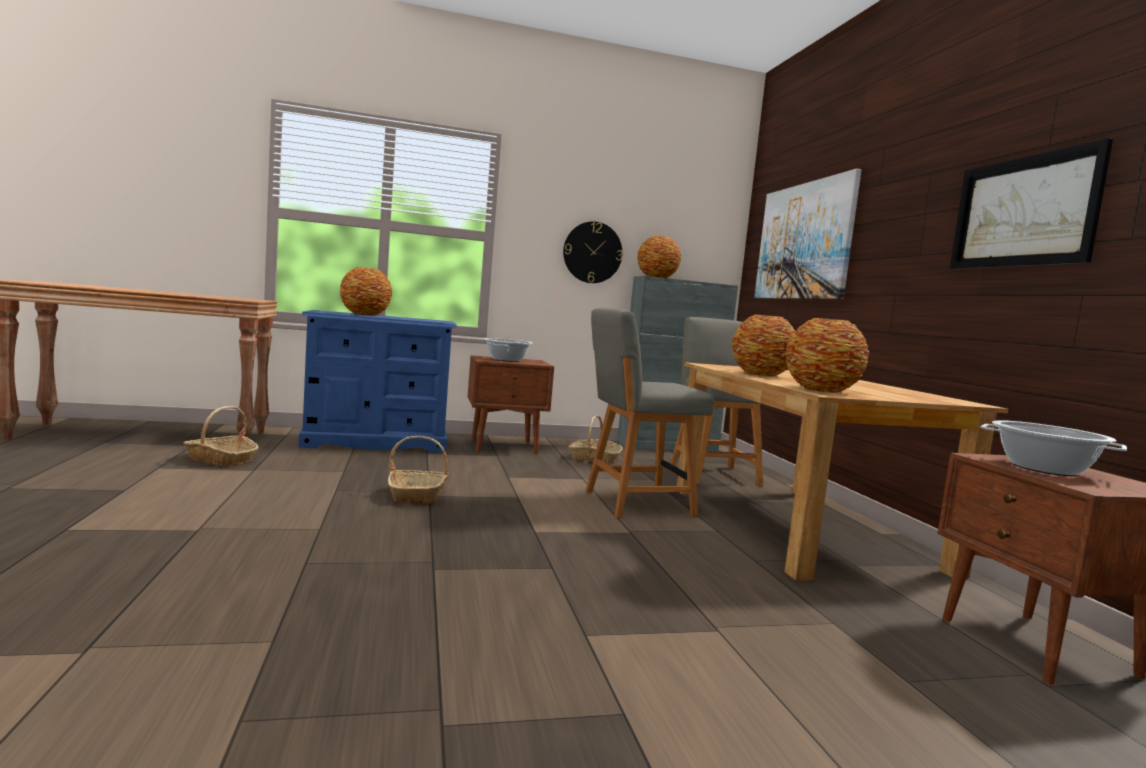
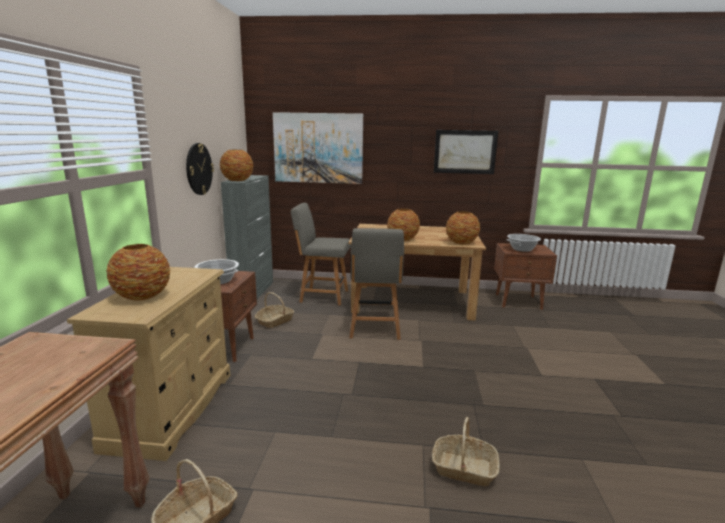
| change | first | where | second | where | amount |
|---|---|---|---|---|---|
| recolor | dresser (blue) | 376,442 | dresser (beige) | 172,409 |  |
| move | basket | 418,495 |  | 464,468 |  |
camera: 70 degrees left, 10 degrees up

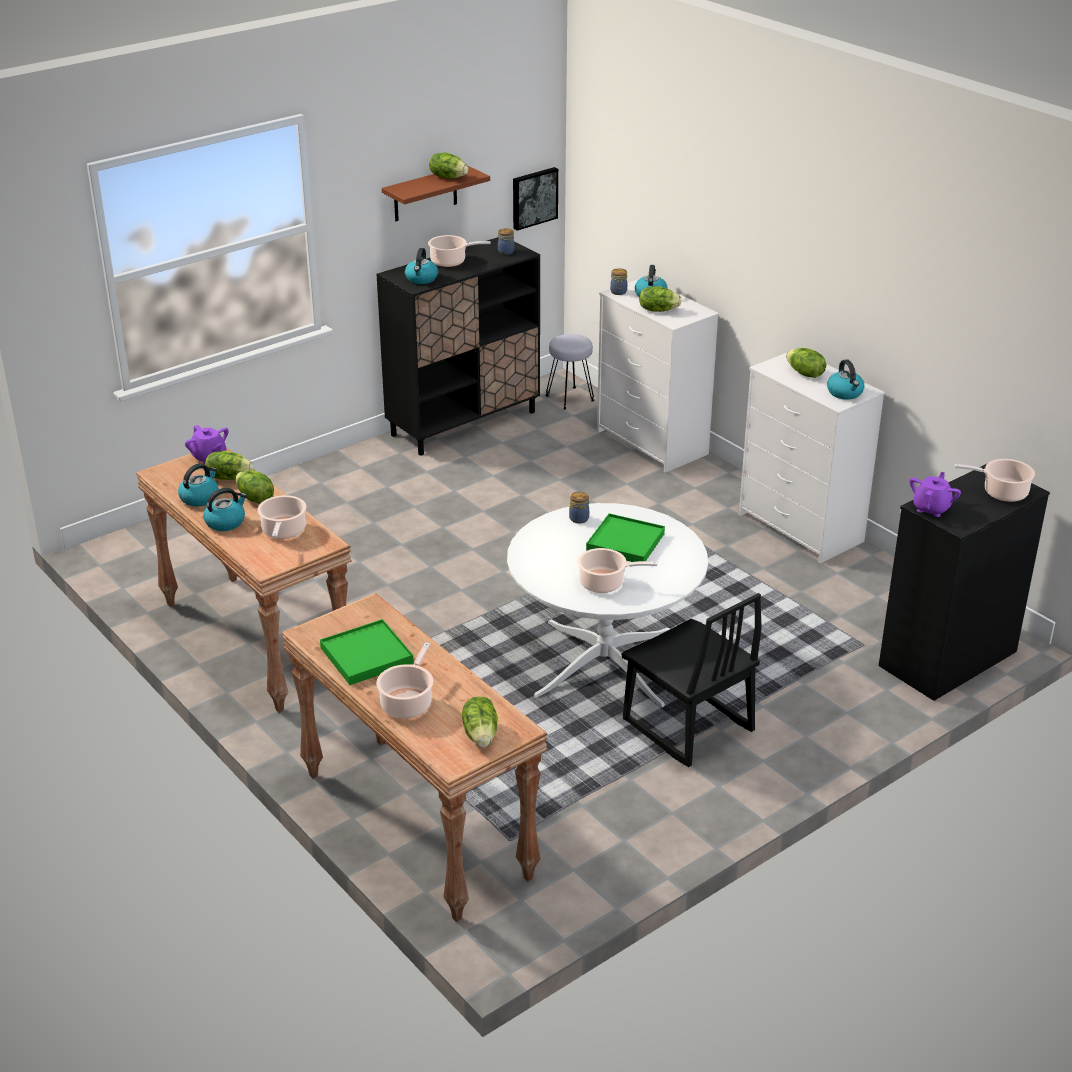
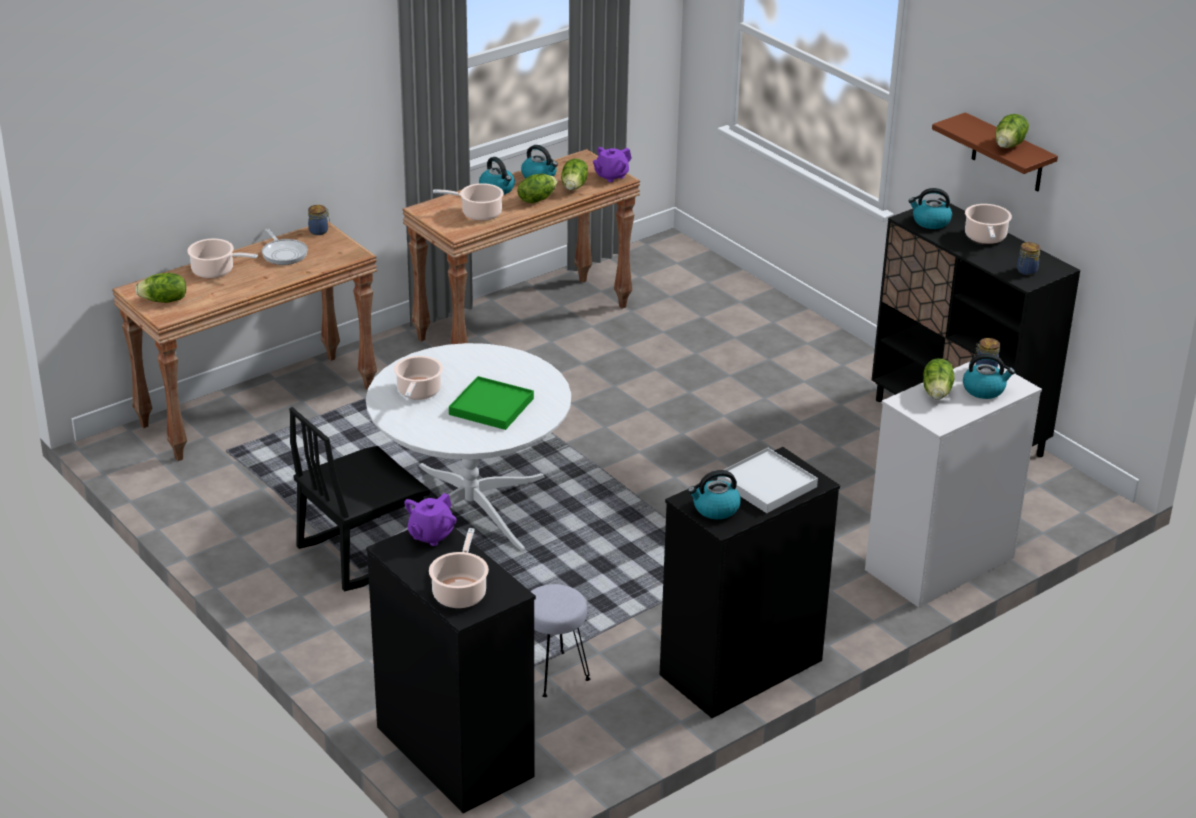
| change | first | where | second | where | amount |
|---|---|---|---|---|---|
| delete | picture | 533,197 |  |  |  |
| move | stool (grey) | 570,398 |  | 554,675 |  |
| replace | lettuce | 804,374 | tray (white) | 766,484 |  |
| recolor | dresser (white) | 801,528 | dresser (black) | 740,668 |  |
| rotate | teapot (purple) | 931,508 |  | 430,535 | 90 degrees clockwise |
| move | jar | 578,518 |  | 319,231 |  |
| replace | tray (green) | 366,655 | frying pan | 284,253 |  |
camera: 90 degrees right, 0 degrees up

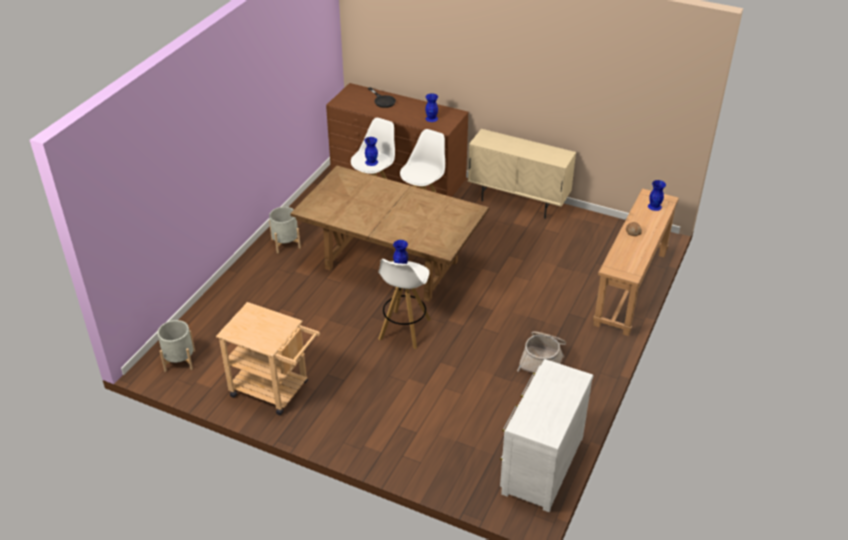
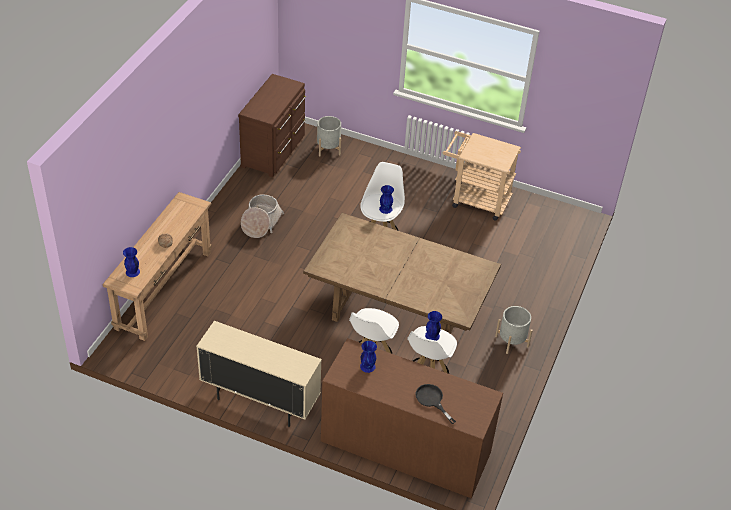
| change | first | where | second | where | amount |
|---|---|---|---|---|---|
| move | planter (grey) | 179,360 |  | 328,149 |  |
| recolor | dresser (white) | 540,465 | dresser (brown) | 275,151 |  |
camera: 175 degrees right, 5 degrees up

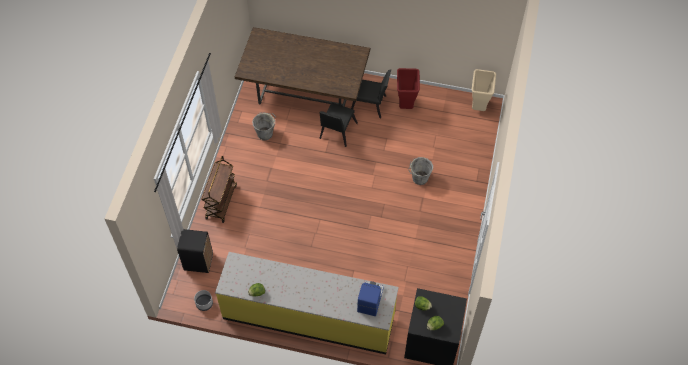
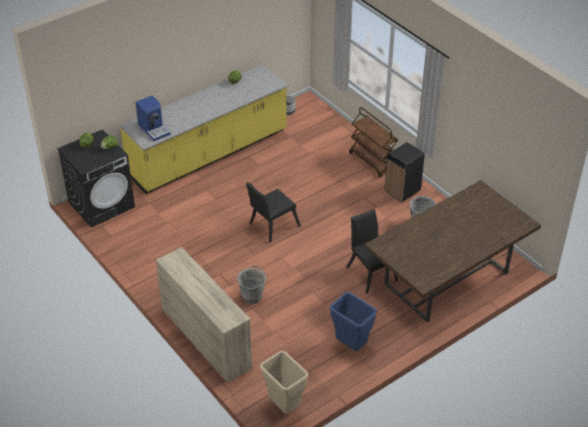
| change | first | where | second | where | amount |
|---|---|---|---|---|---|
| recolor | trash can (red) | 405,104 | trash can (blue) | 351,345 |  |
| move | chair (black) | 370,105 |  | 271,226 |  |
| move | trash can (black) | 198,261 |  | 403,191 |  |
| insert |  |  | dresser (beige) | 206,338 |  |
camera: 130 degrees right, 15 degrees down

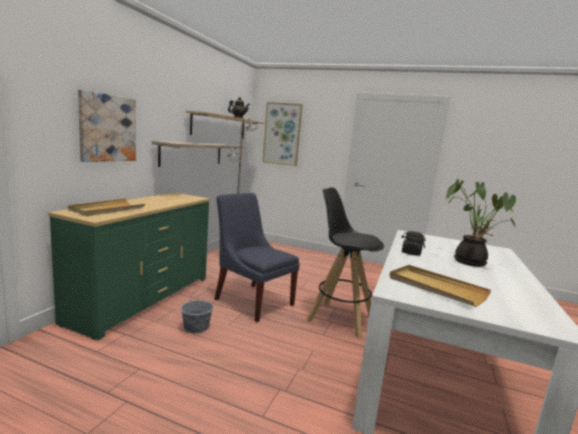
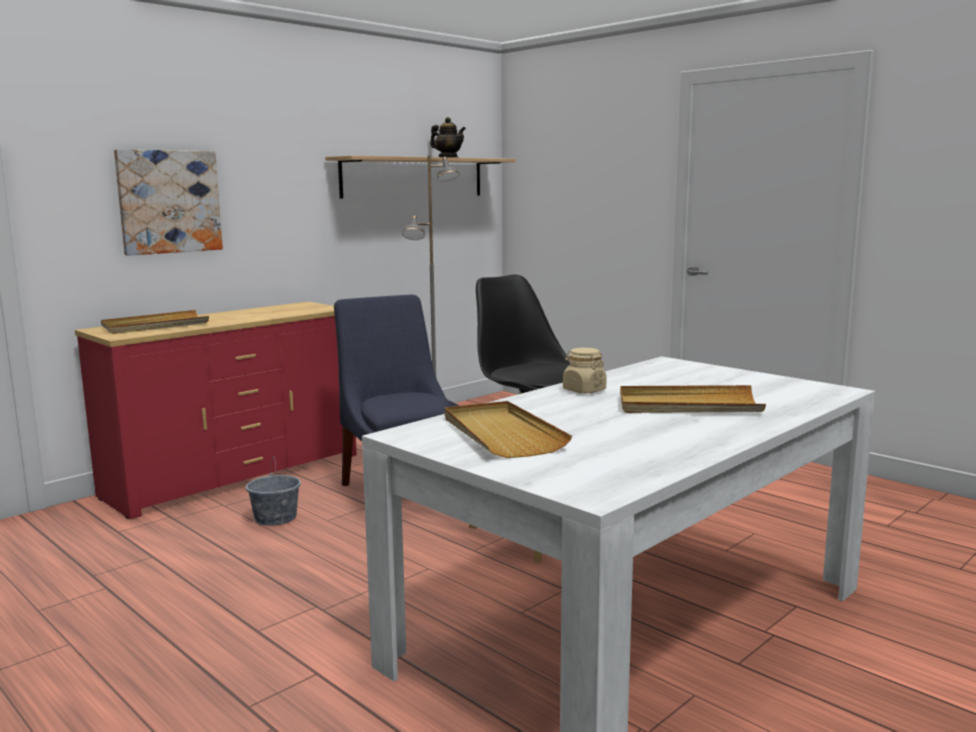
| change | first | where | second | where | amount |
|---|---|---|---|---|---|
| delete | picture | 282,134 |  |  |  |
| delete | shelf | 192,153 |  |  |  |
| replace | potted plant | 470,261 | tray (beige) | 688,405 |  |
| recolor | dresser (green) | 142,298 | dresser (red) | 234,475 |  |
| recolor | jar (black) | 411,253 | jar (beige) | 584,390 |  |
camera: 25 degrees right, 0 degrees up

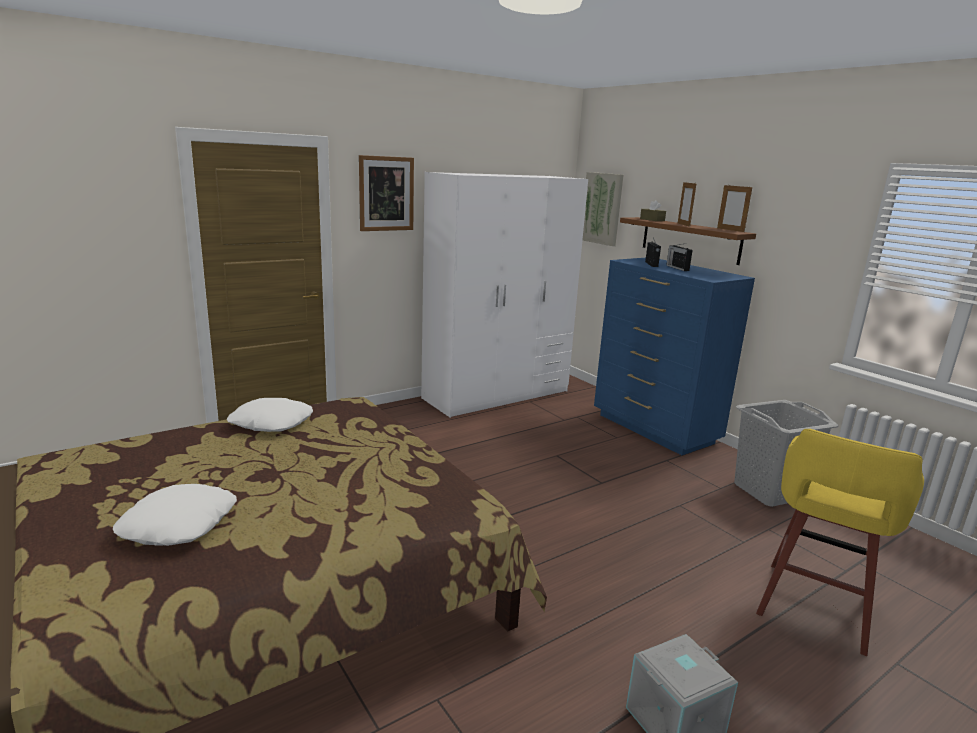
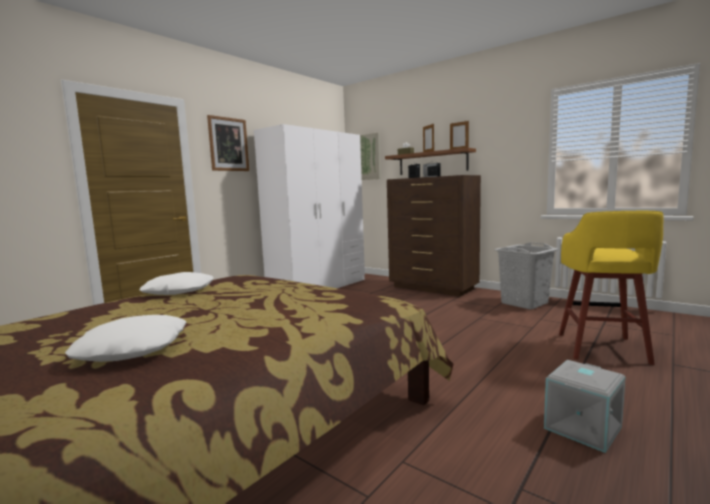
| change | first | where | second | where | amount |
|---|---|---|---|---|---|
| recolor | dresser (blue) | 655,429 | dresser (brown) | 433,288 |  |
camera: 15 degrees left, 10 degrees down

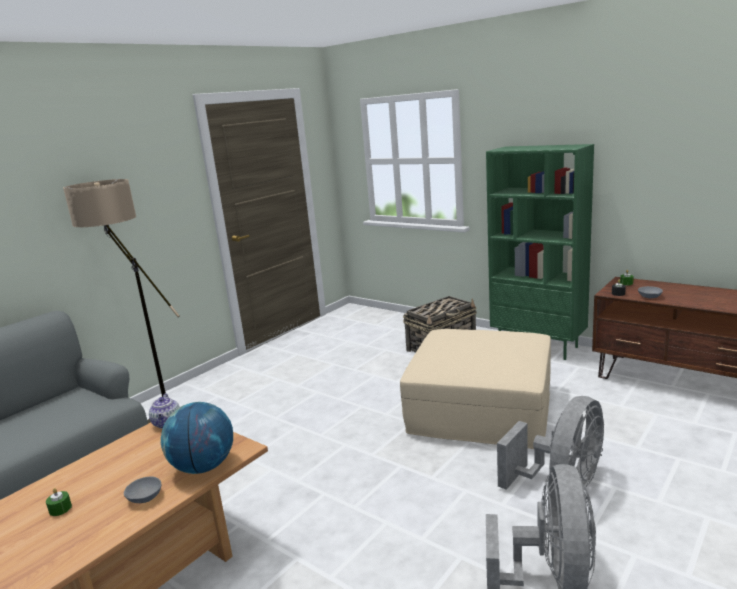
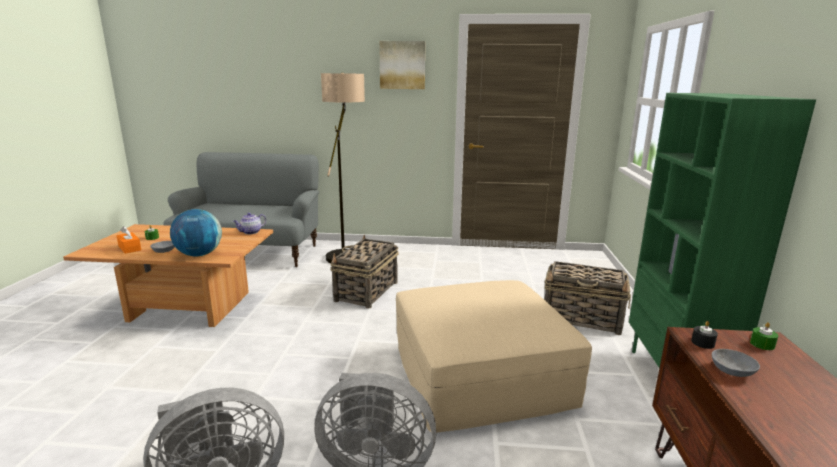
| change | first | where | second | where | amount |
|---|---|---|---|---|---|
| insert |  |  | picture | 402,65 |  |
| insert |  |  | tissue box (orange) | 129,248 |  |
| insert |  |  | basket | 366,292 |  |
camera: 55 degrees right, 0 degrees up

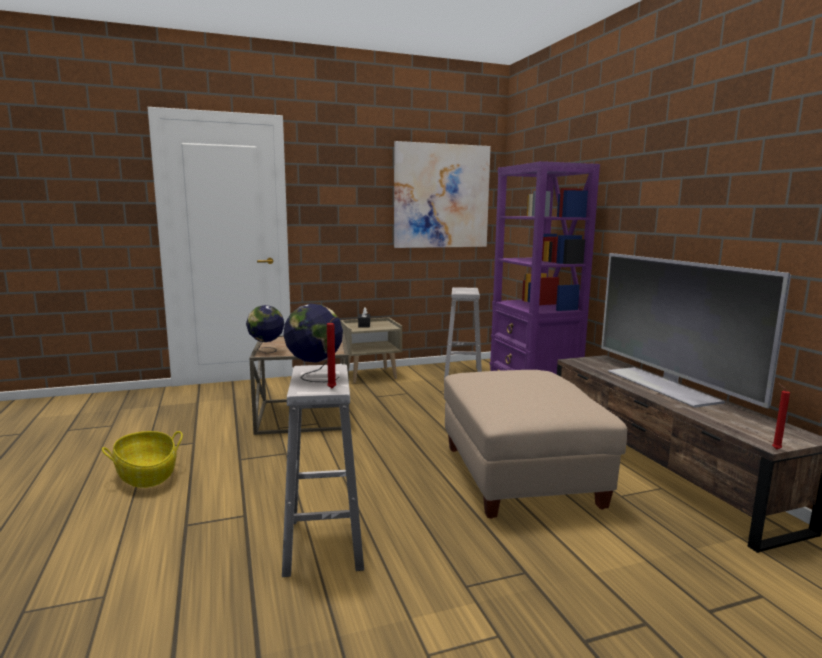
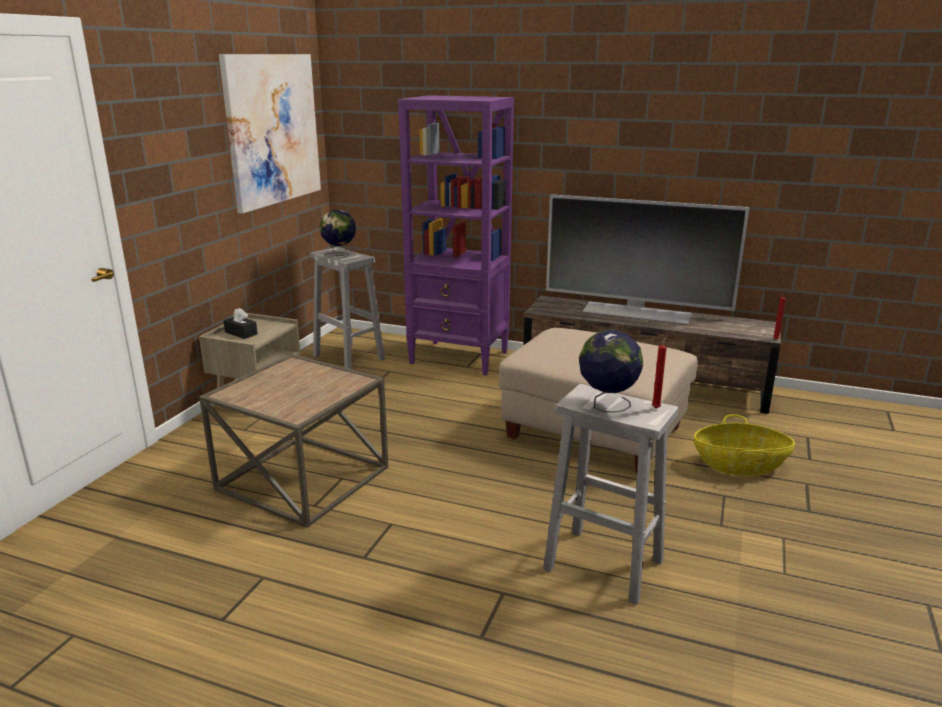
| change | first | where | second | where | amount |
|---|---|---|---|---|---|
| move | globe | 266,351 |  | 339,255 |  |
| move | basket | 147,475 |  | 739,465 |  |
camera: 50 degrees left, 10 degrees up

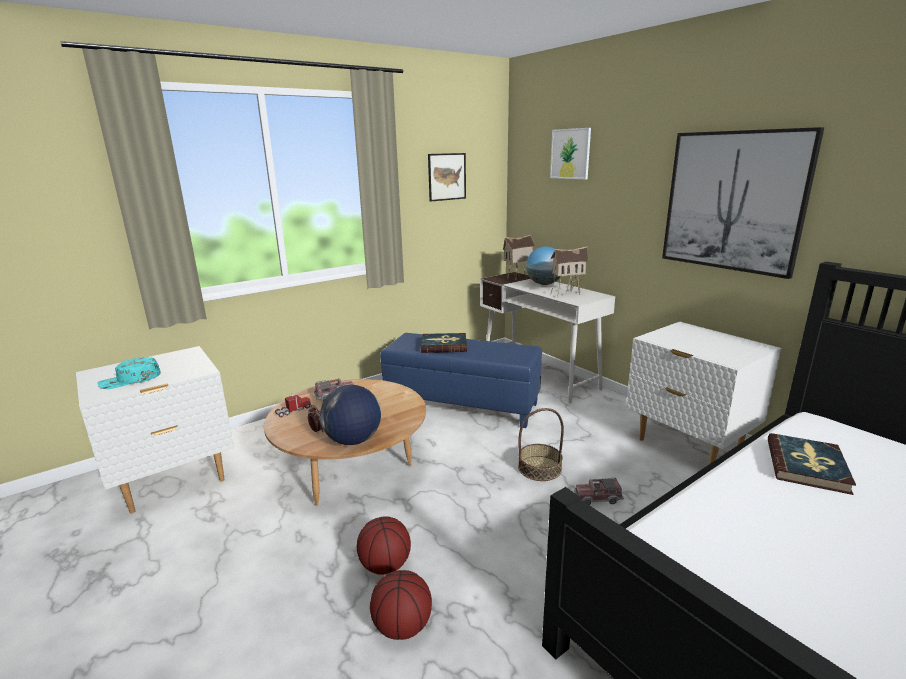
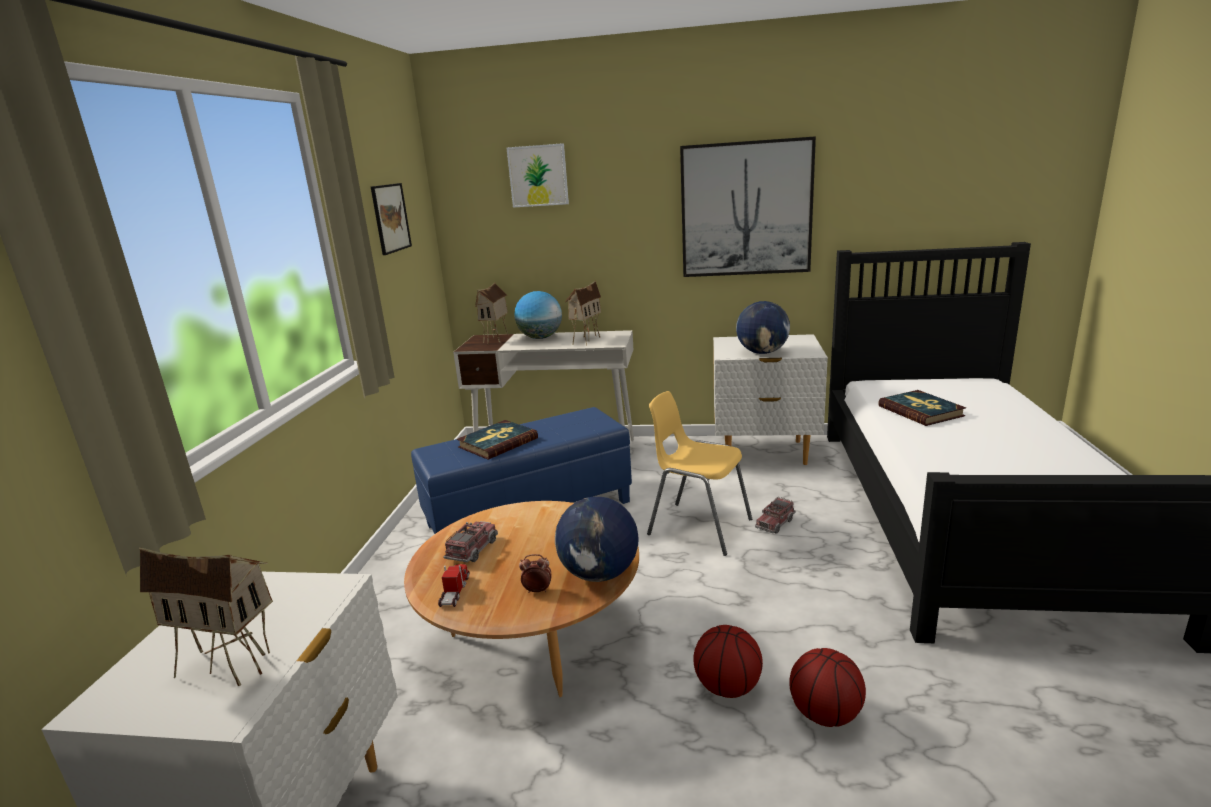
| change | first | where | second | where | amount |
|---|---|---|---|---|---|
| replace | cap (turquoise) | 130,380 | toy house | 231,664 |  |
| replace | basket | 539,468 | chair (yellow) | 698,527 |  |
| insert |  |  | globe | 762,352 |  |
camera: 45 degrees left, 0 degrees up

